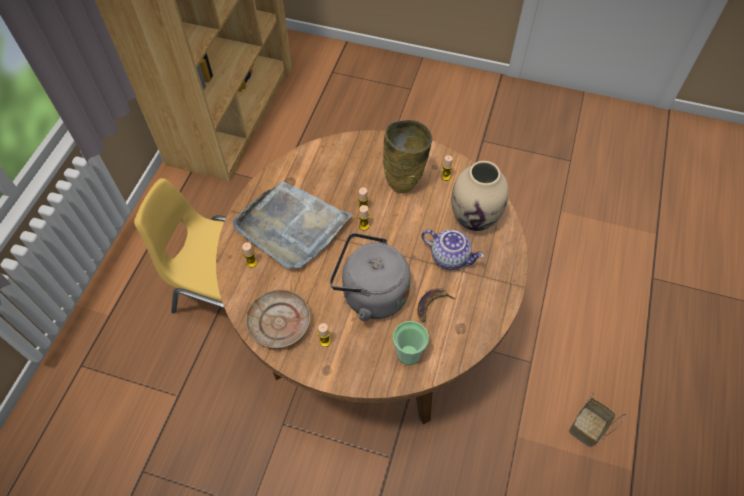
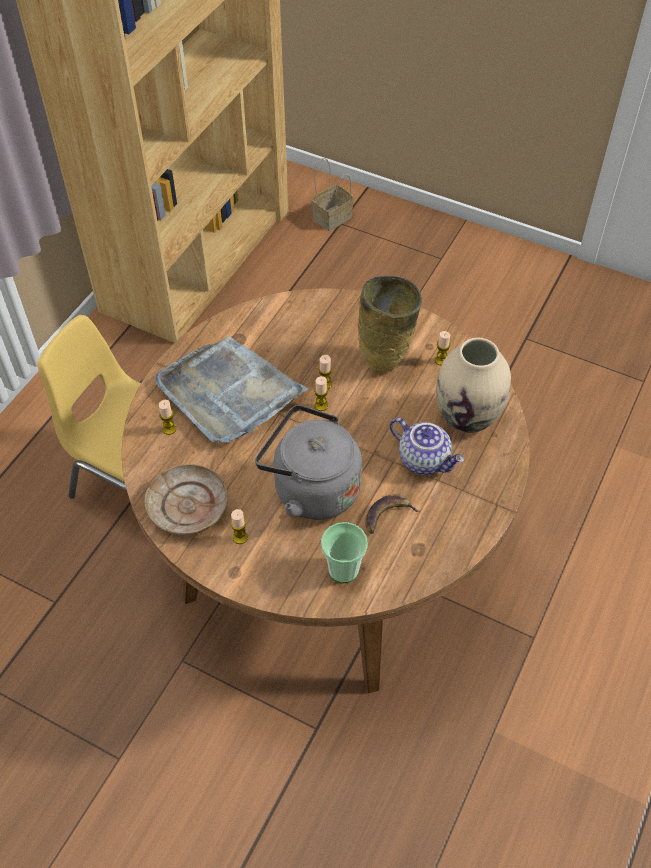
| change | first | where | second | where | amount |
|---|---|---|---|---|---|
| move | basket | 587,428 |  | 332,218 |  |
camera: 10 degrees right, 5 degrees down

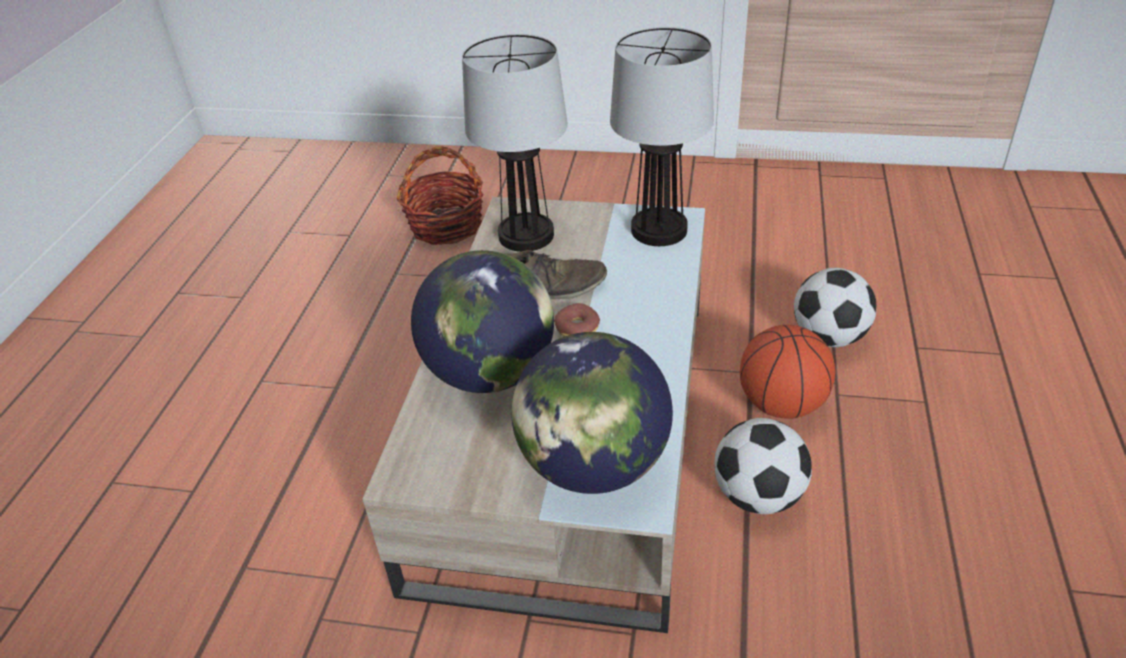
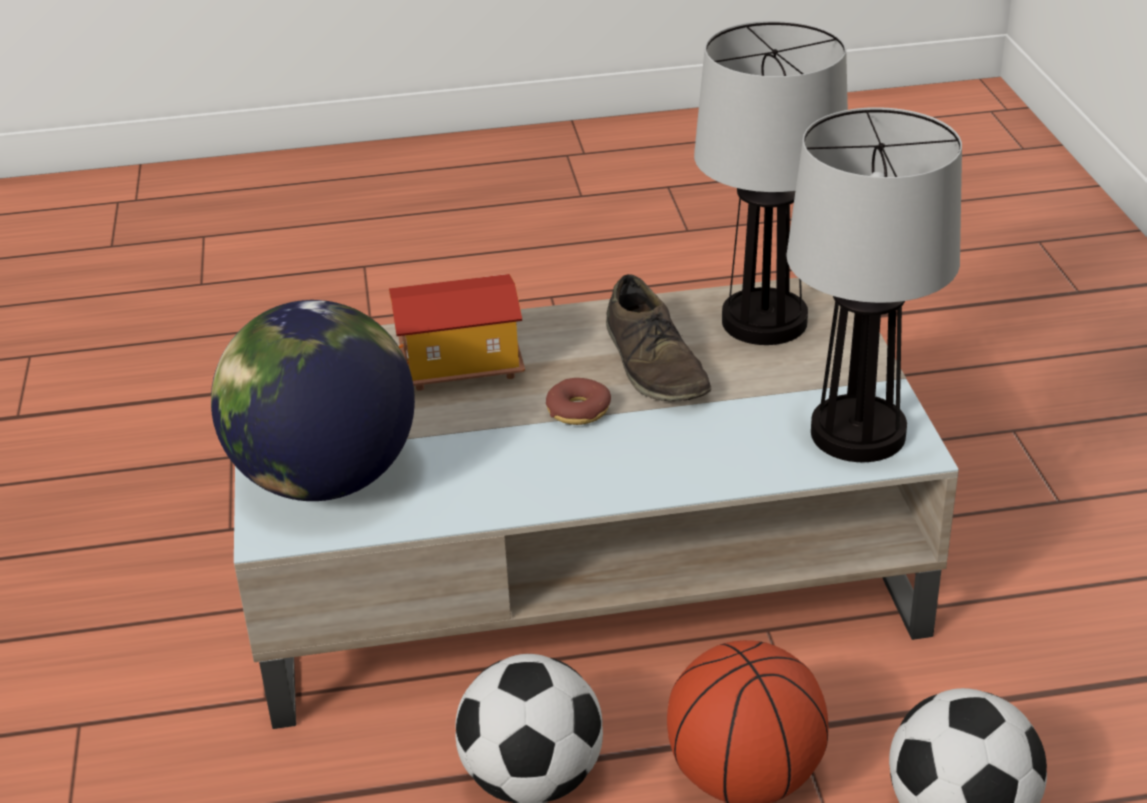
| change | first | where | second | where | amount |
|---|---|---|---|---|---|
| delete | basket | 446,226 |  |  |  |
| replace | globe | 491,373 | toy house | 460,368 |  |
camera: 70 degrees right, 5 degrees down

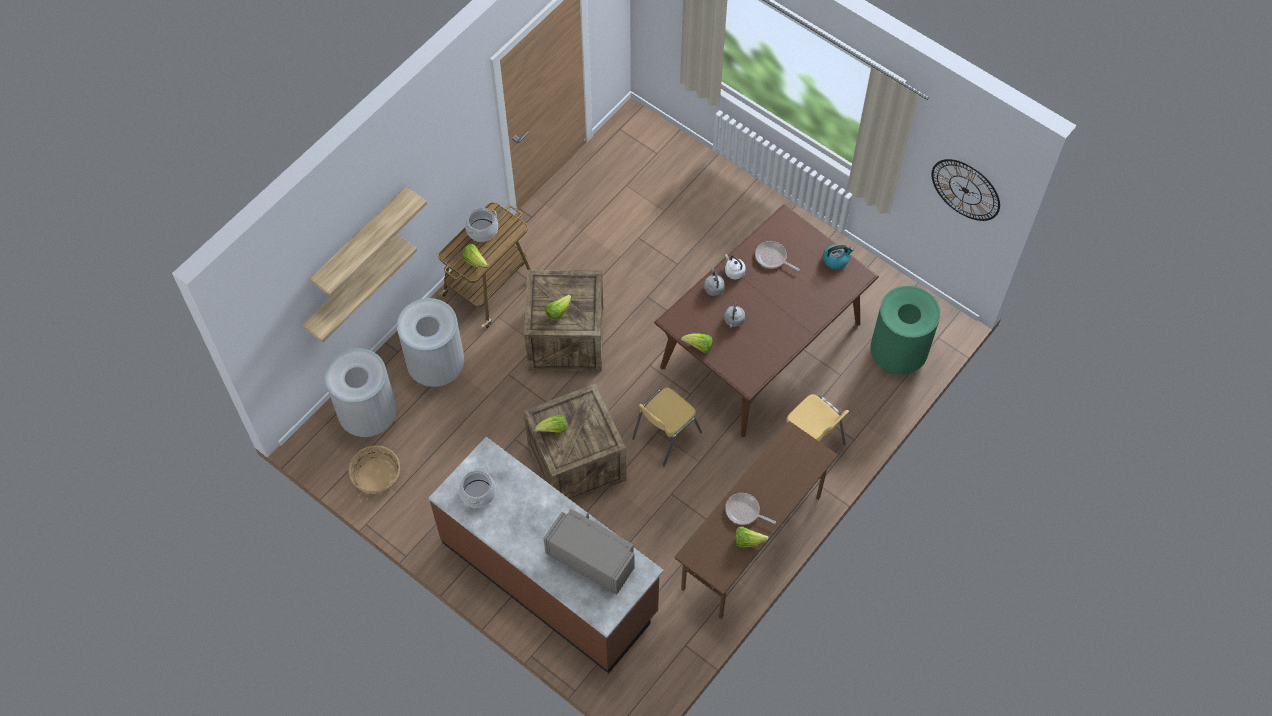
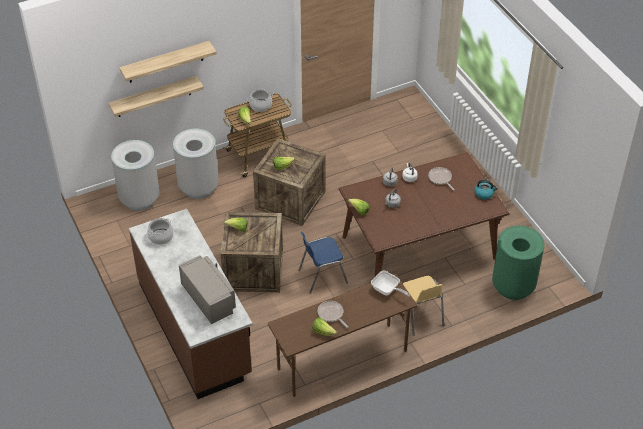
| change | first | where | second | where | amount |
|---|---|---|---|---|---|
| delete | wall clock | 965,190 |  |  |  |
| recolor | chair (yellow) | 665,435 | chair (blue) | 322,276 |  |
| delete | basket | 376,476 |  |  |  |
| insert |  |  | frying pan | 387,291 |  |
camera: 25 degrees right, 15 degrees down

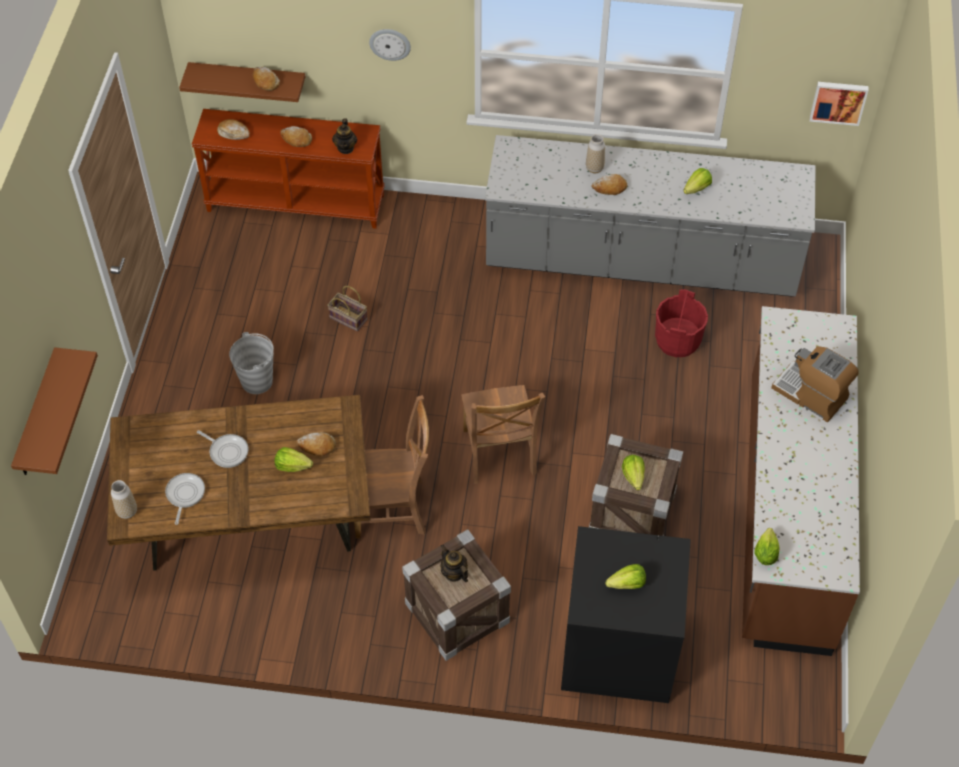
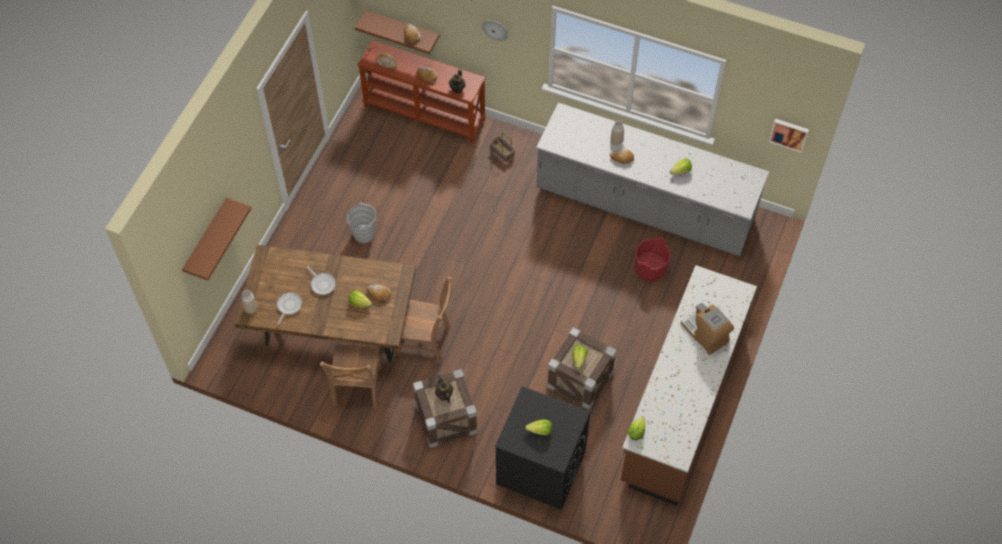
| change | first | where | second | where | amount |
|---|---|---|---|---|---|
| move | basket | 349,318 |  | 503,153 |  |
| move | chair (brown) | 499,455 |  | 357,389 |  |
camera: 15 degrees right, 5 degrees up

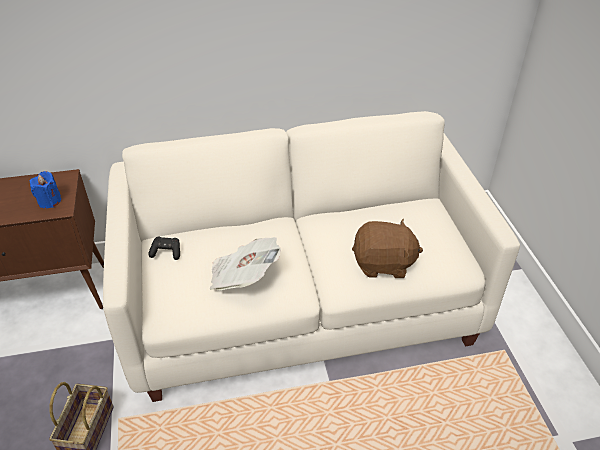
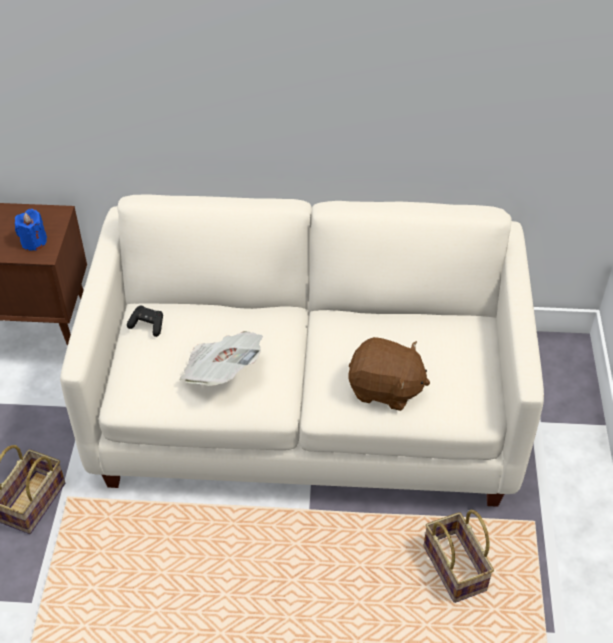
| change | first | where | second | where | amount |
|---|---|---|---|---|---|
| insert |  |  | basket | 456,569 |  |
camera: 15 degrees right, 5 degrees up

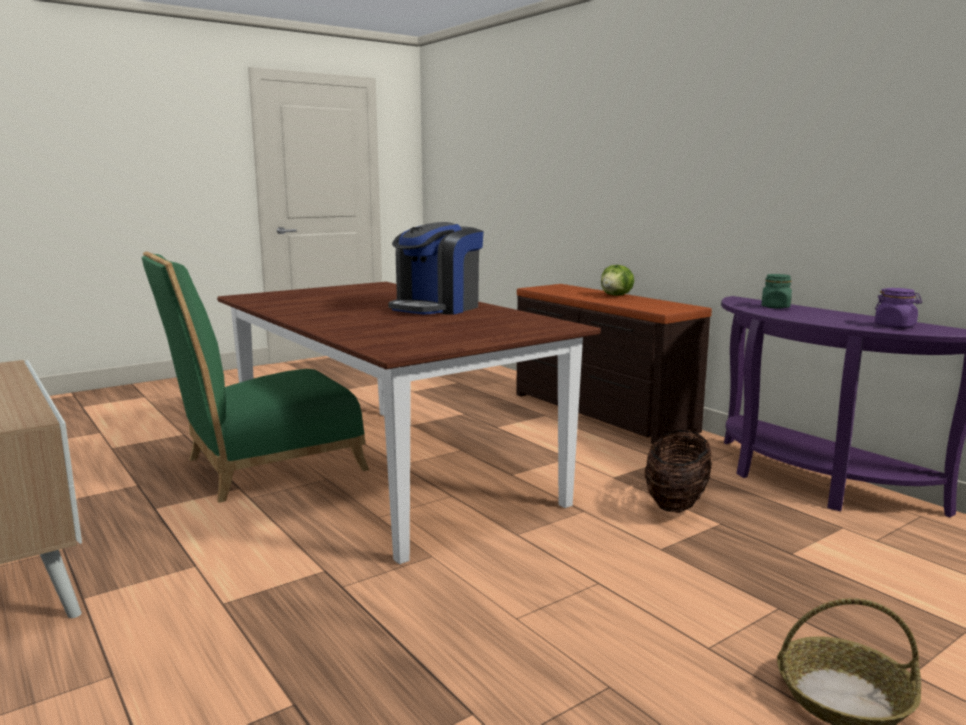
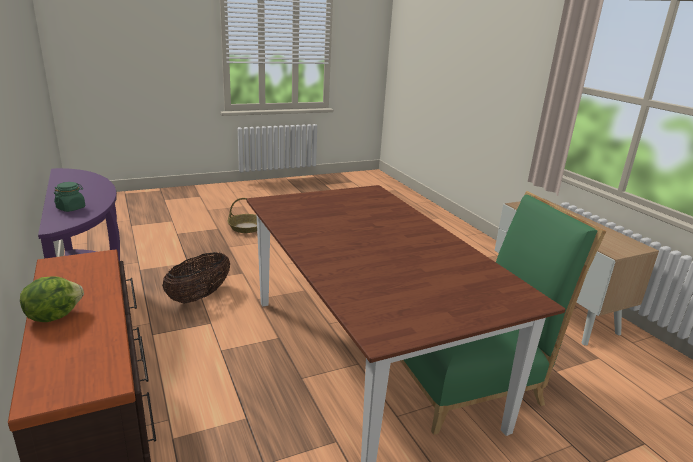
| change | first | where | second | where | amount |
|---|---|---|---|---|---|
| delete | coffee machine | 437,308 |  |  |  |
| delete | jar (purple) | 895,326 |  |  |  |
camera: 170 degrees left, 10 degrees up

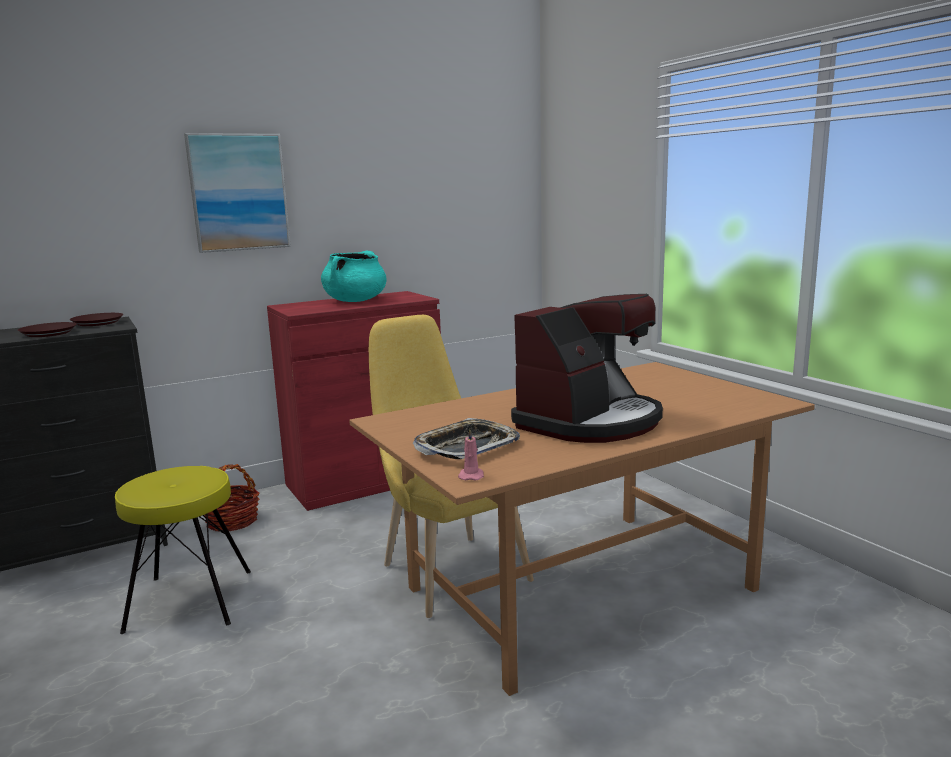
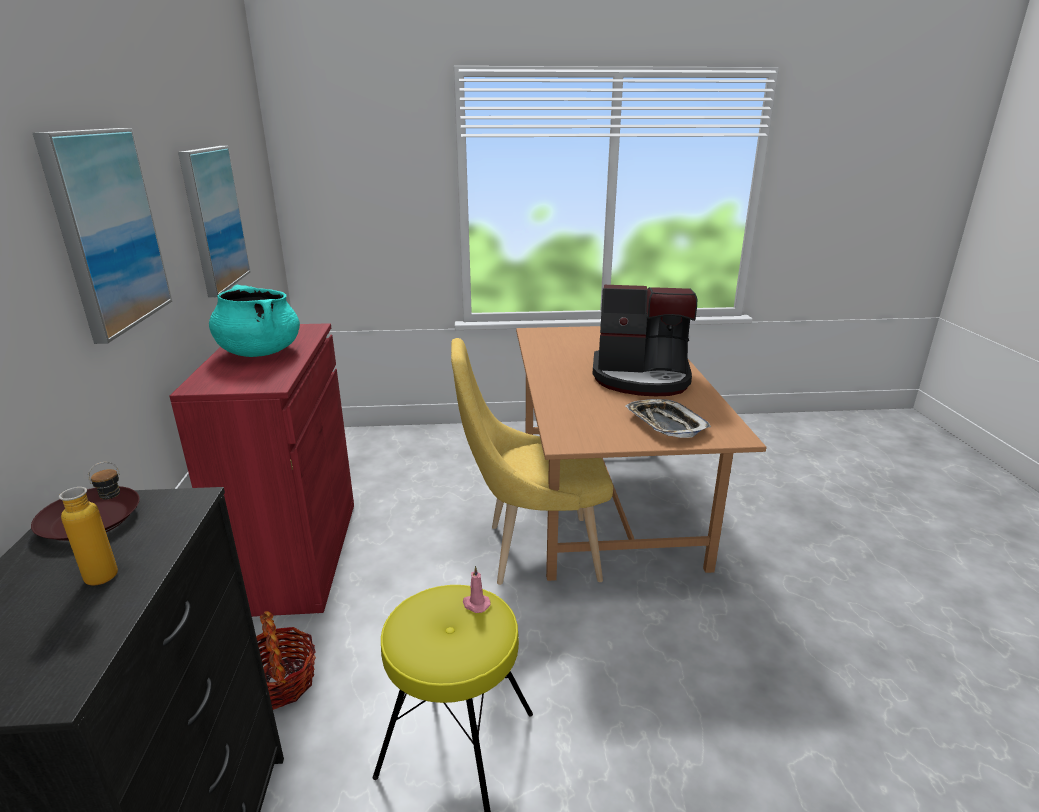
| change | first | where | second | where | amount |
|---|---|---|---|---|---|
| rotate | coffee machine | 590,422 |  | 641,378 | 120 degrees clockwise |
| replace | plate (brown) | 48,333 | bottle | 116,571 |  |
| move | candle (pink) | 471,476 |  | 475,604 |  |
| insert |  |  | picture | 213,219 |  |
camera: 65 degrees left, 10 degrees up

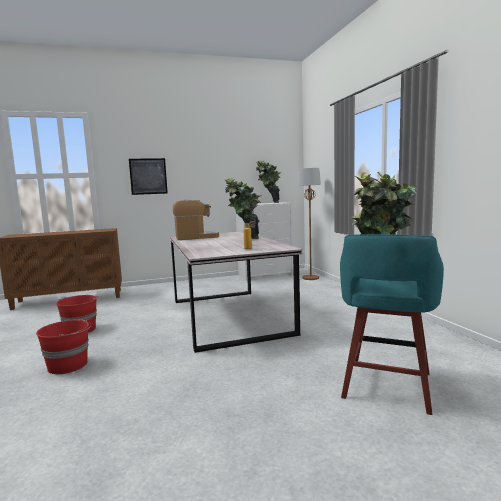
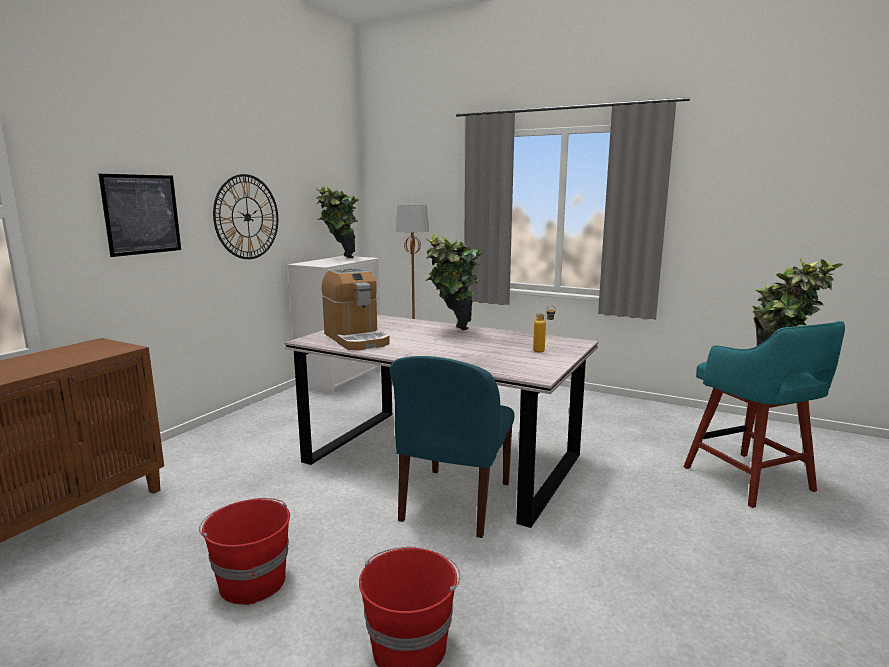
| change | first | where | second | where | amount |
|---|---|---|---|---|---|
| rotate | coffee machine | 196,237 |  | 356,339 | 120 degrees clockwise |
| insert |  |  | wall clock | 247,217 |  |
| insert |  |  | chair (blue) | 454,503 |  |
camera: 45 degrees left, 5 degrees up

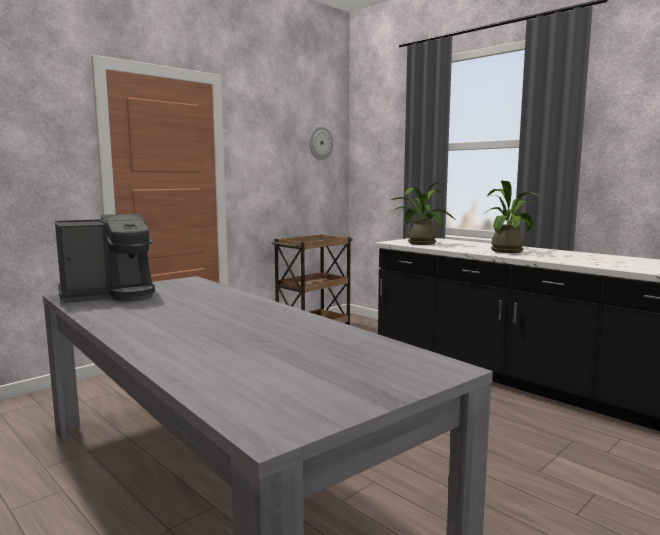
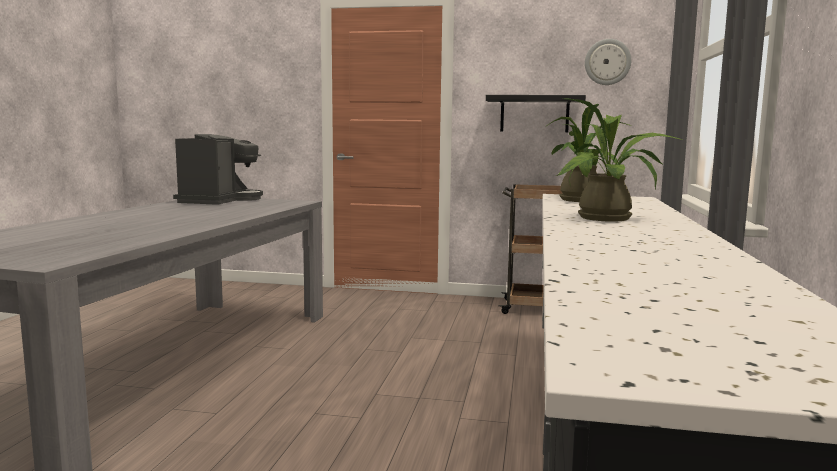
| change | first | where | second | where | amount |
|---|---|---|---|---|---|
| rotate | coffee machine | 110,295 |  | 219,200 | 105 degrees counterclockwise |
| insert |  |  | shelf (black) | 534,114 |  |
camera: 55 degrees right, 0 degrees up

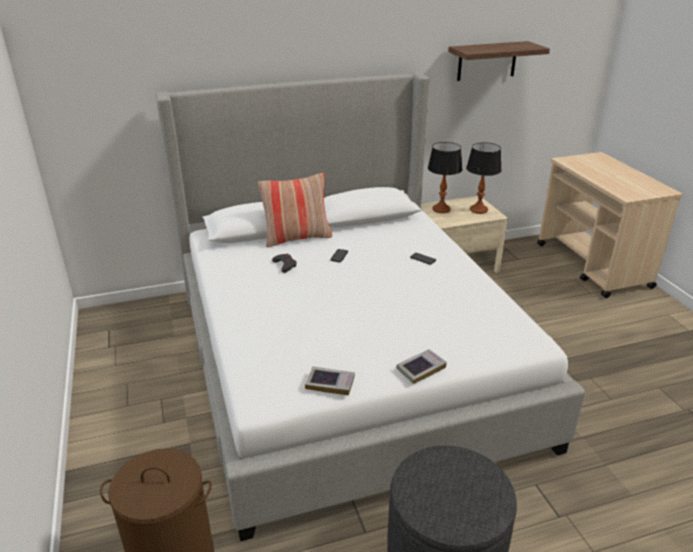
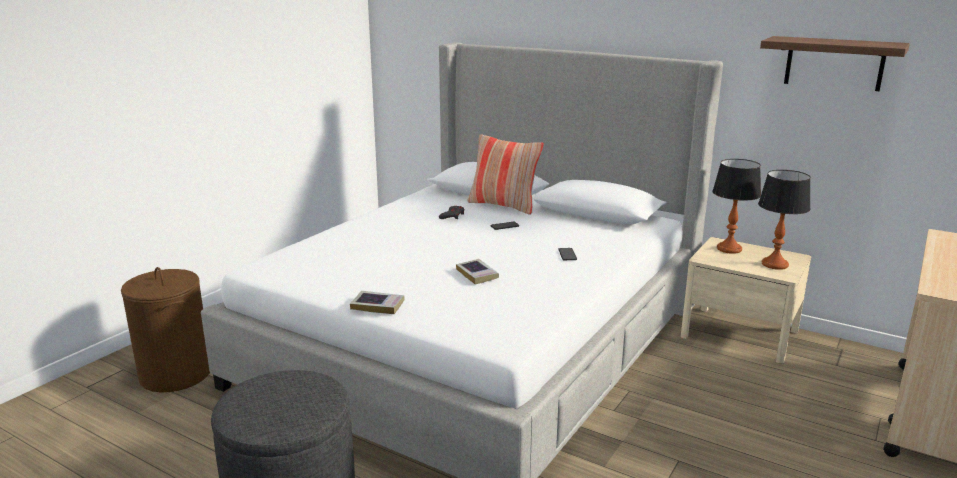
| change | first | where | second | where | amount |
|---|---|---|---|---|---|
| move | book | 330,383 |  | 477,274 |  |
camera: 50 degrees right, 10 degrees down

